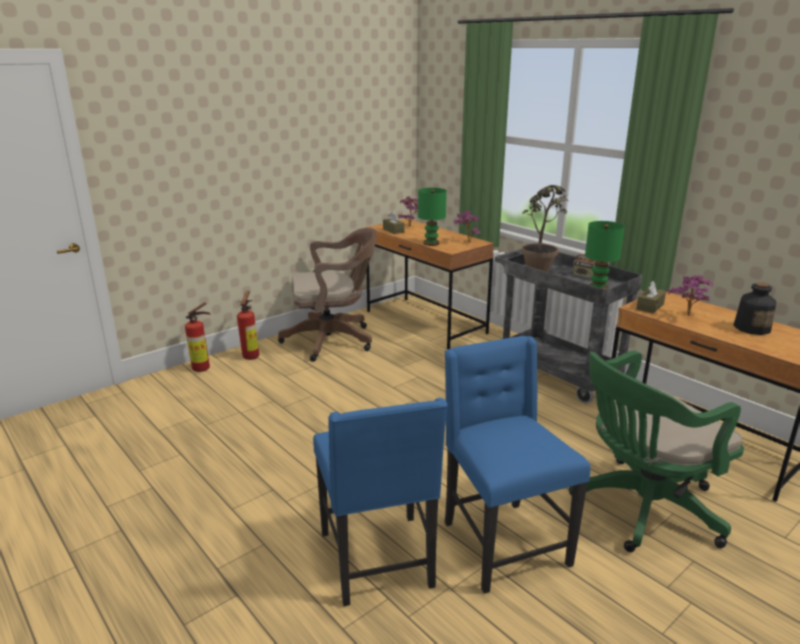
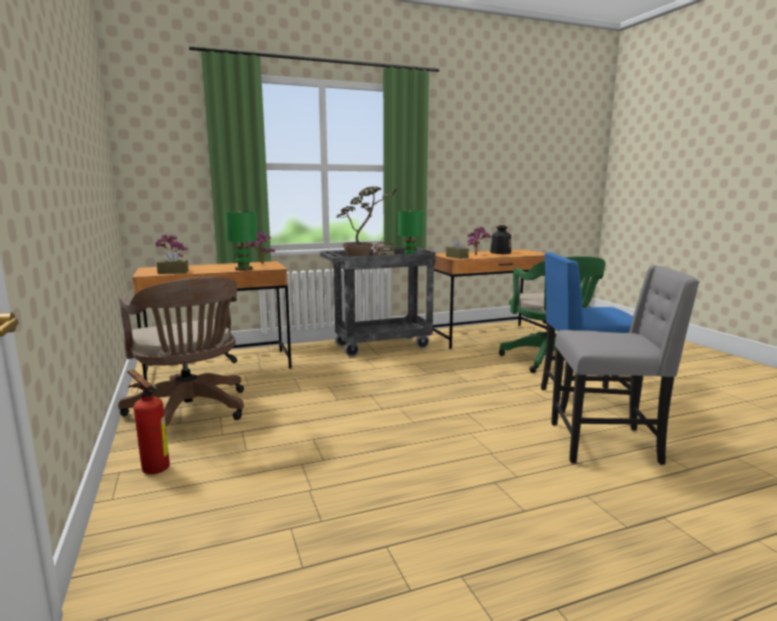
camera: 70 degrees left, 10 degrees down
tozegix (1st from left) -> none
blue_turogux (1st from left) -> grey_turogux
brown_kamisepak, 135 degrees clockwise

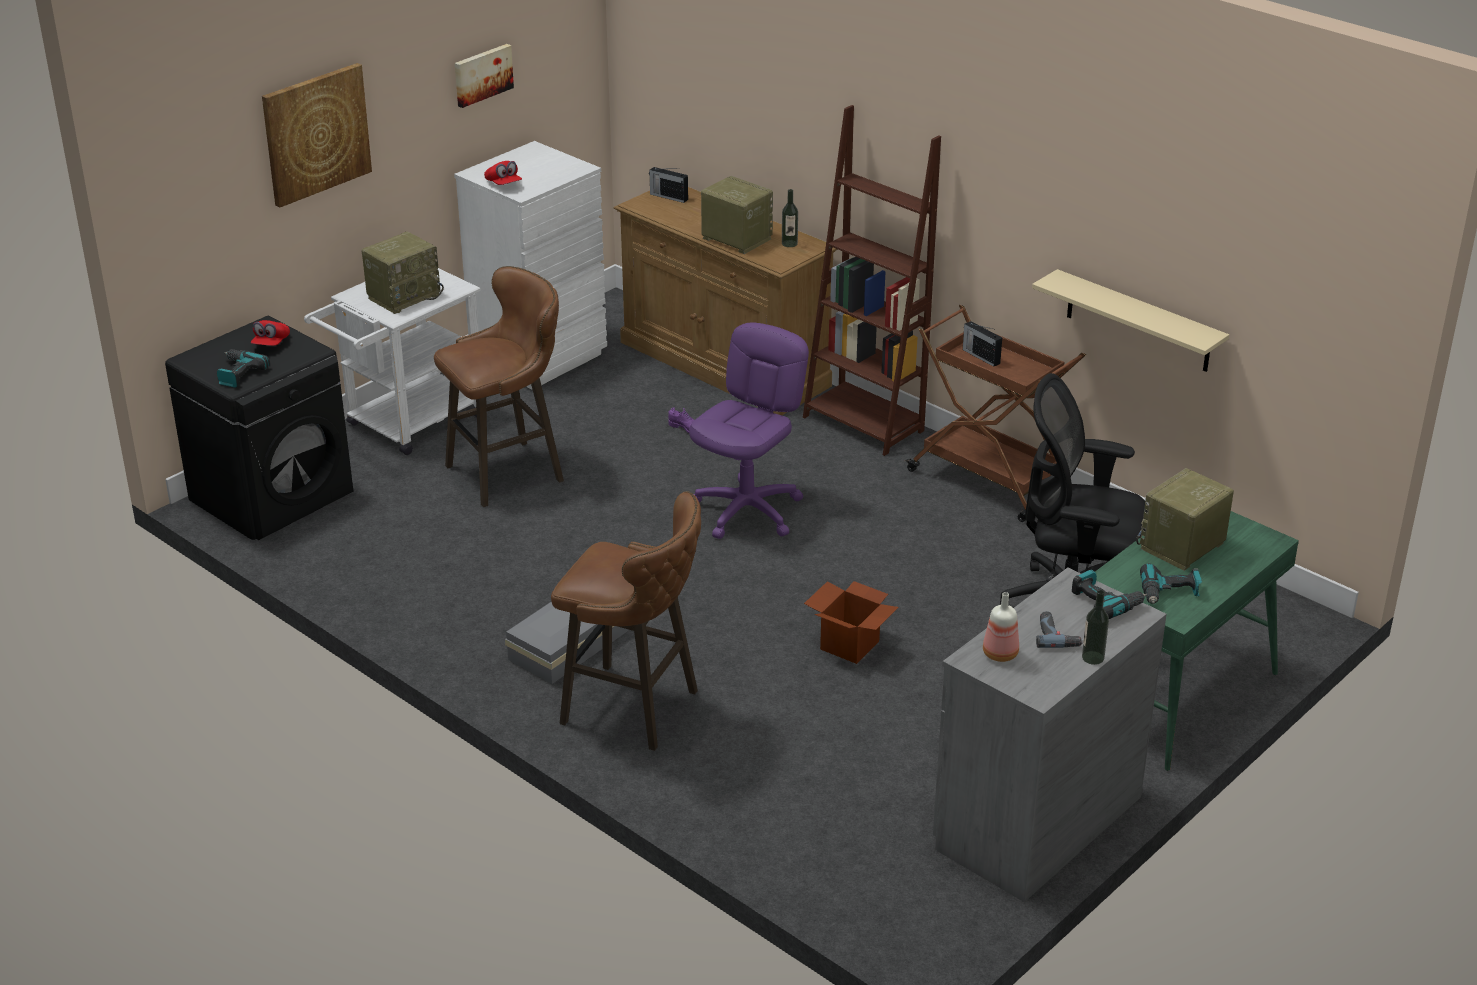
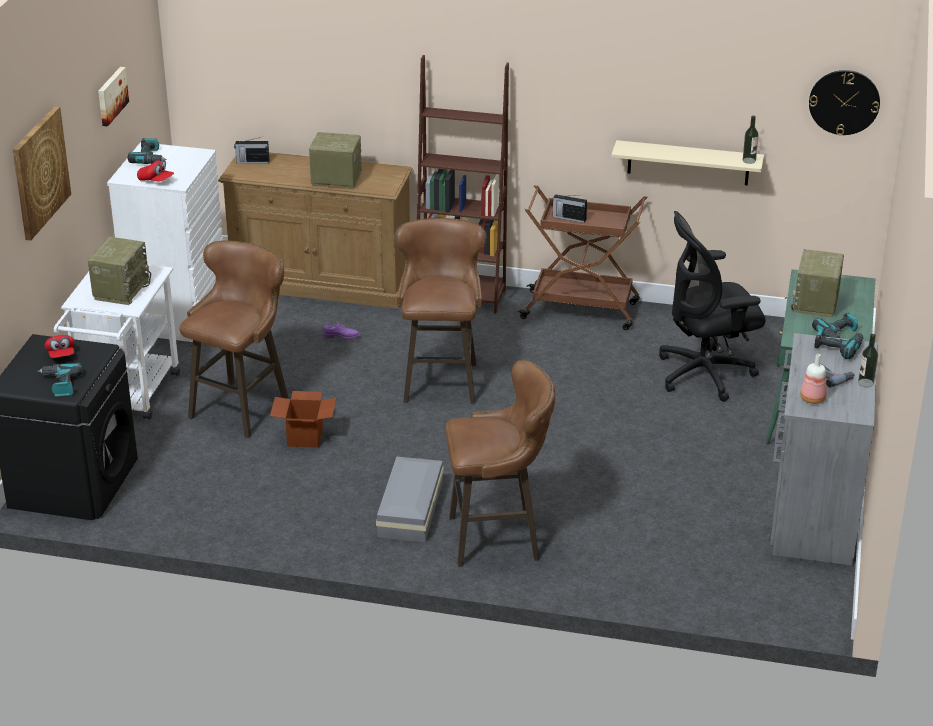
camera: 30 degrees left, 0 degrees up
none -> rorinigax (2nd from left)
none -> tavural
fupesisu (1st from left), moved
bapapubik, moved
purple_kamisepak -> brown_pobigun (2nd from left)

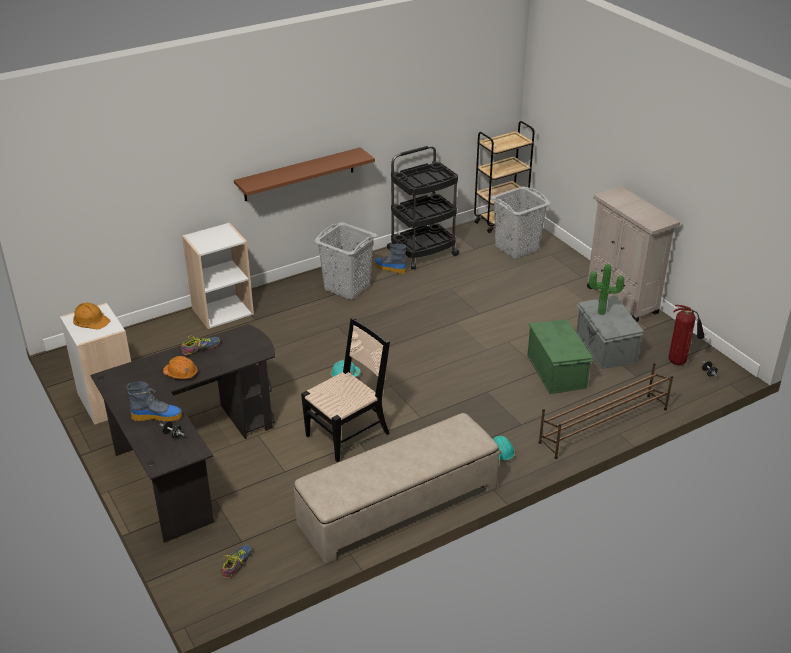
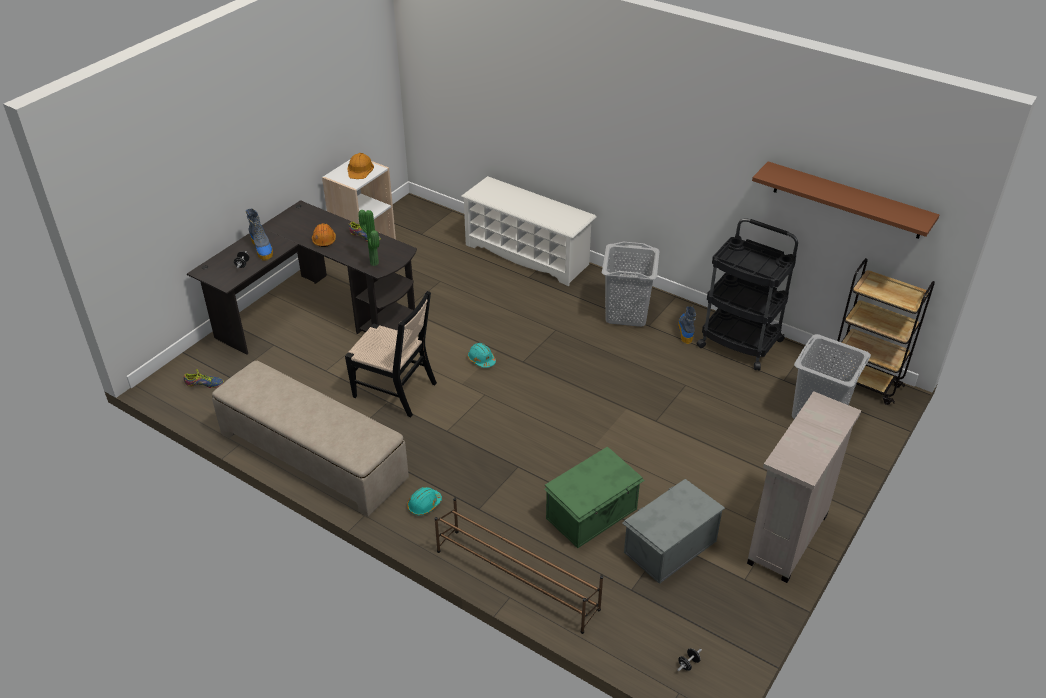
camera: 65 degrees right, 5 degrees up
tozegix -> none
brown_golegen, moved
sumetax, moved
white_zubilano (2nd from left) -> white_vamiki

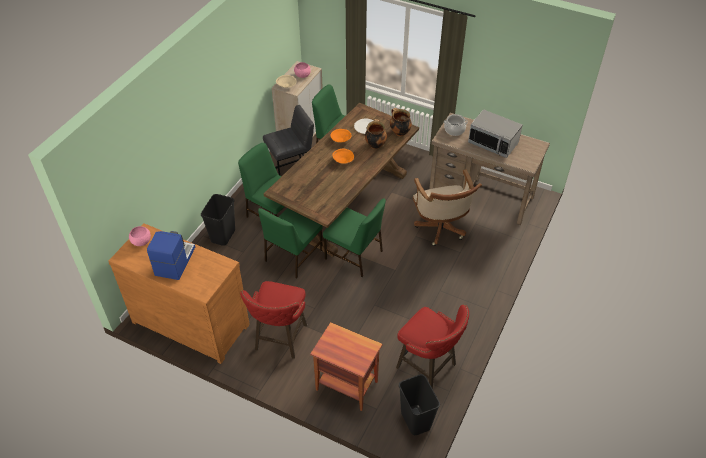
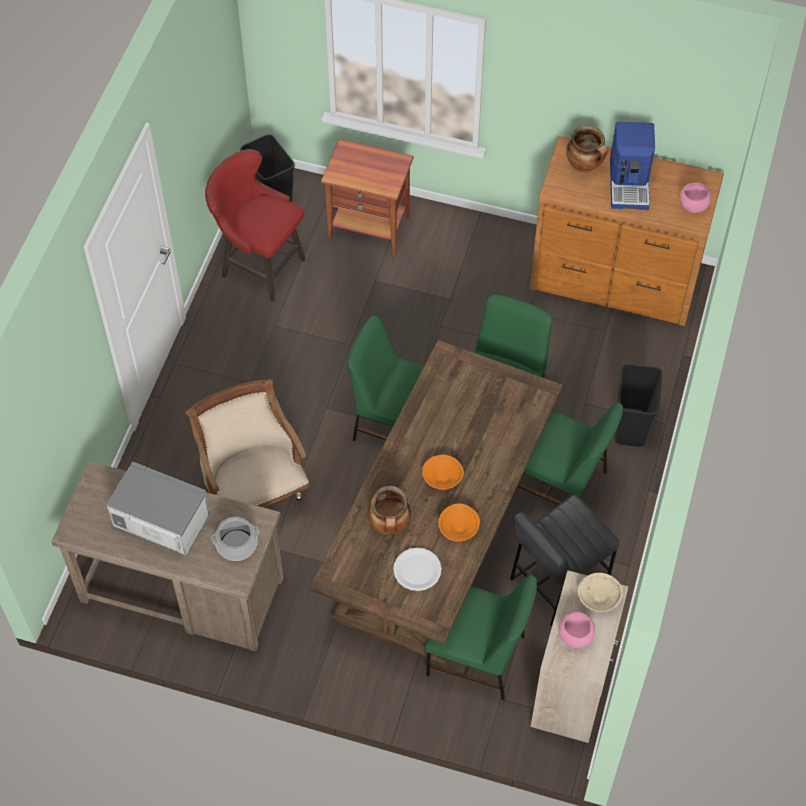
camera: 170 degrees right, 10 degrees up
red_pobigun (1st from left) -> none
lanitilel (2nd from left in the first image) -> lanitilel (3rd from left), moved

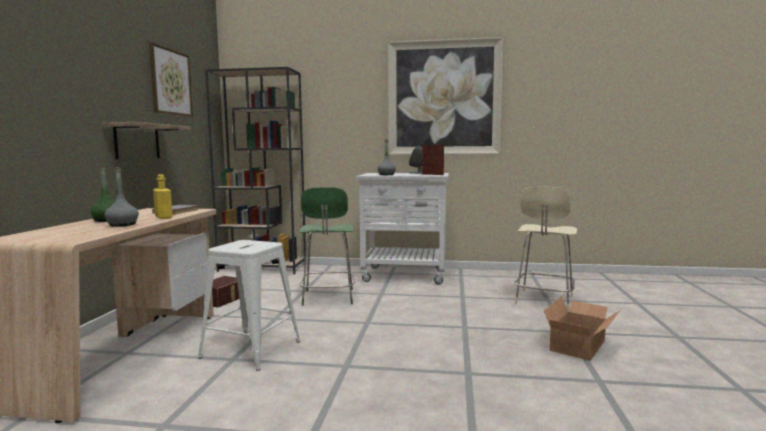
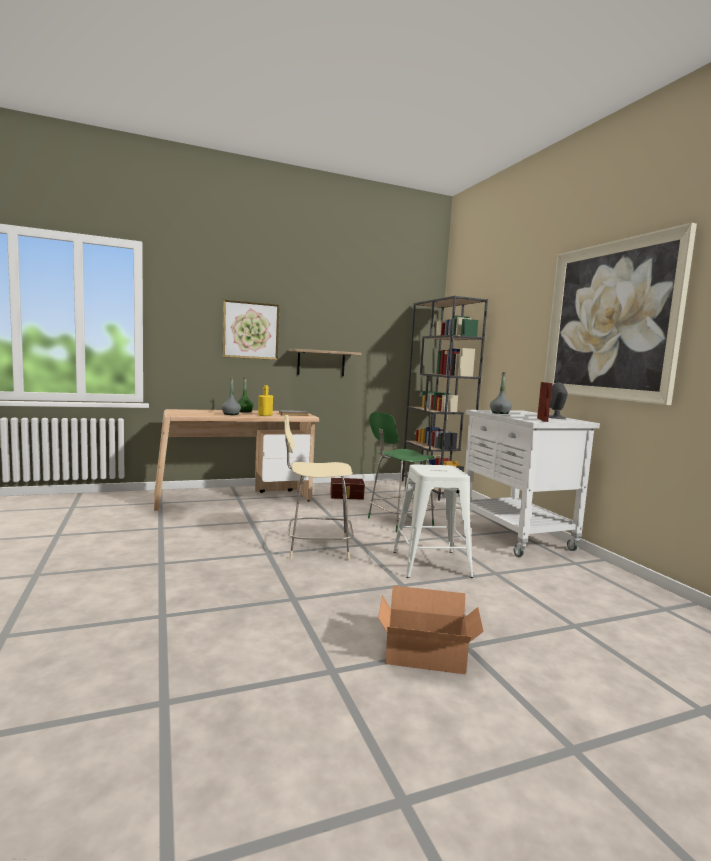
camera: 60 degrees right, 0 degrees up
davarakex (1st from left), moved
white_pobigun, moved
beige_turogux, moved

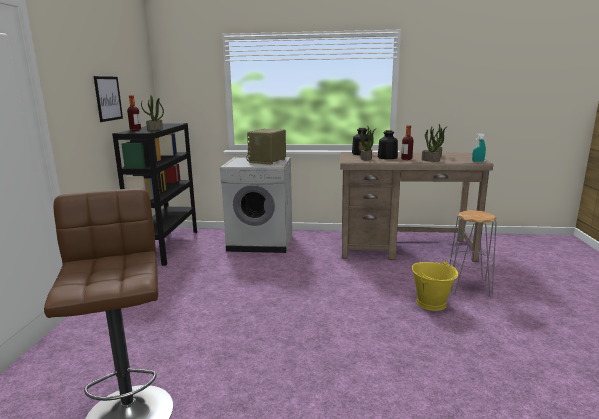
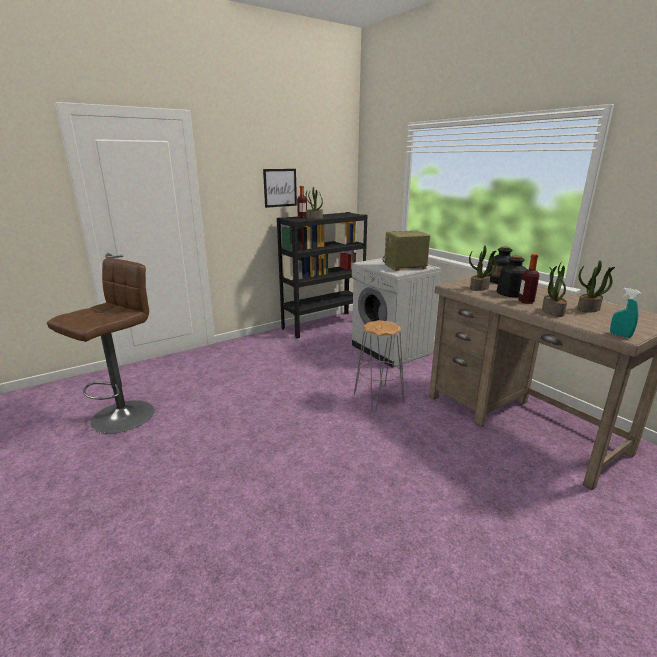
camera: 50 degrees right, 5 degrees up
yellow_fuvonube -> none
grey_pobigun, moved

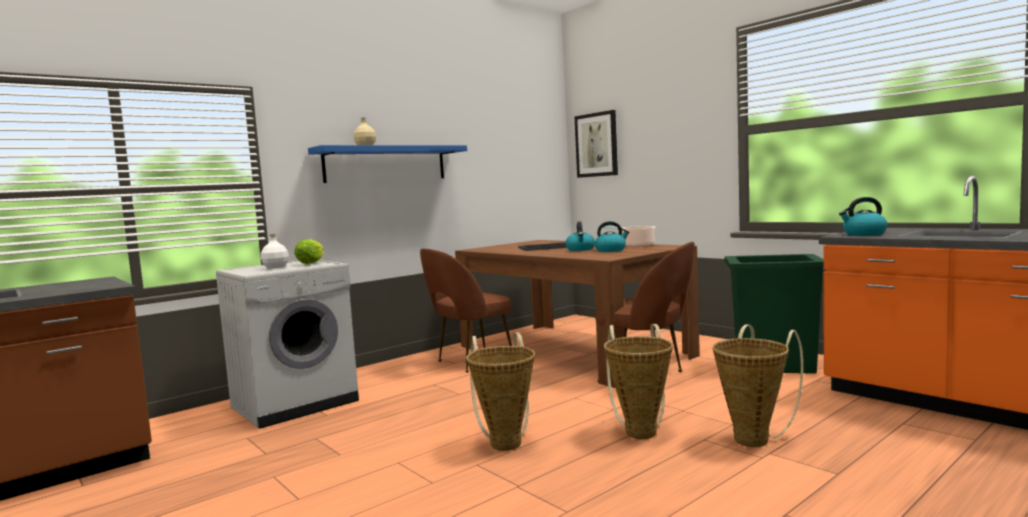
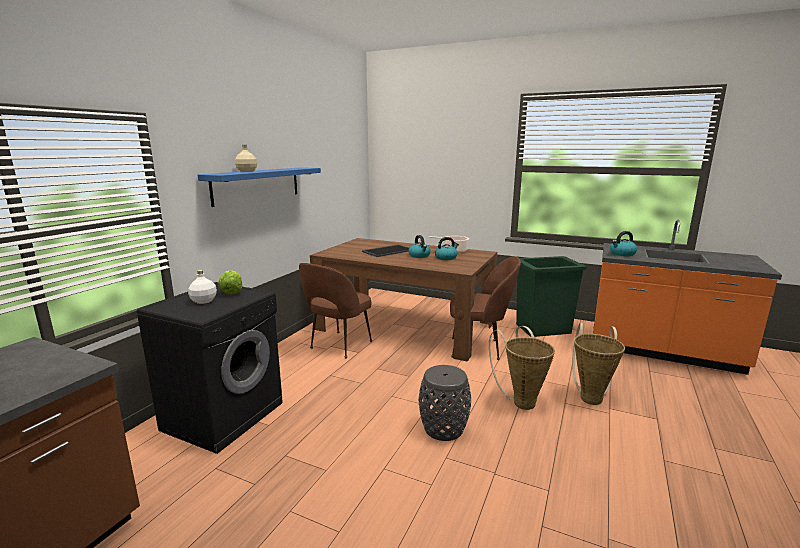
camera: 25 degrees left, 10 degrees up
davarakex -> none
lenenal (1st from left) -> grey_pobigun
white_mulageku -> black_mulageku

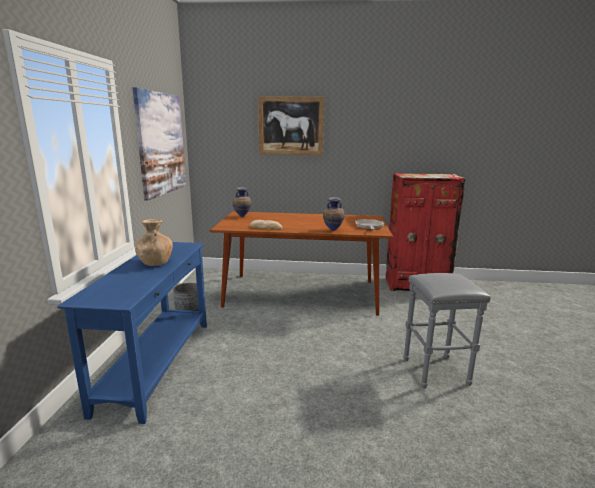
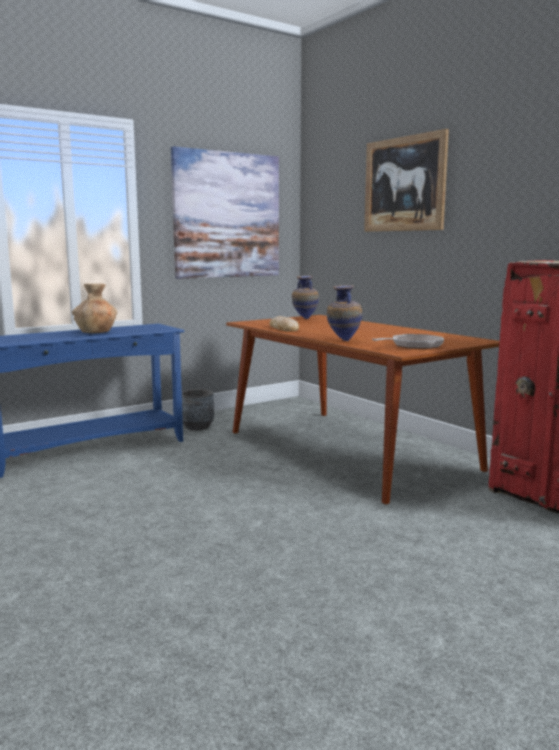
camera: 50 degrees right, 5 degrees down
grey_pobigun -> none

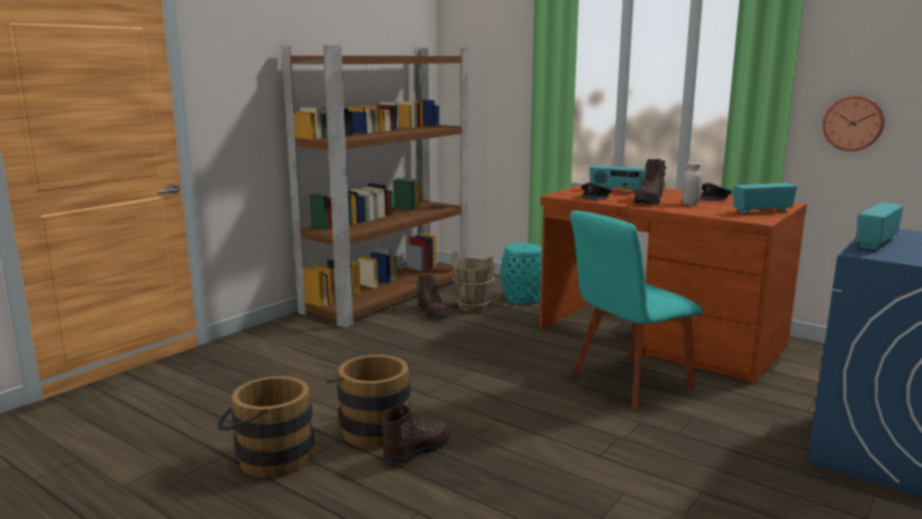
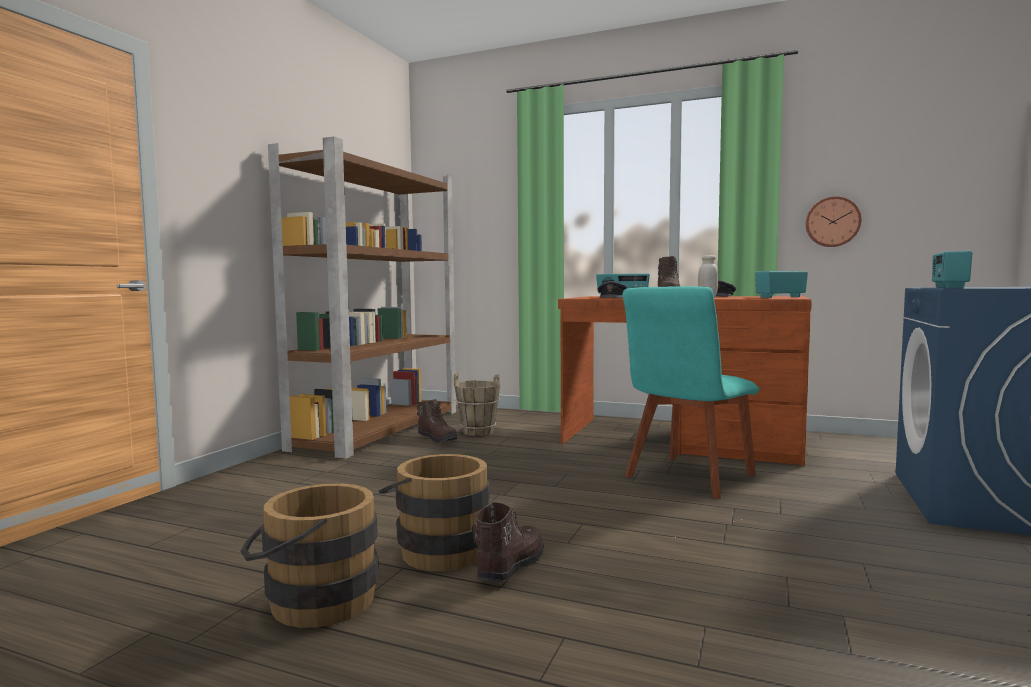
camera: 15 degrees left, 10 degrees down
turquoise_pobigun -> none

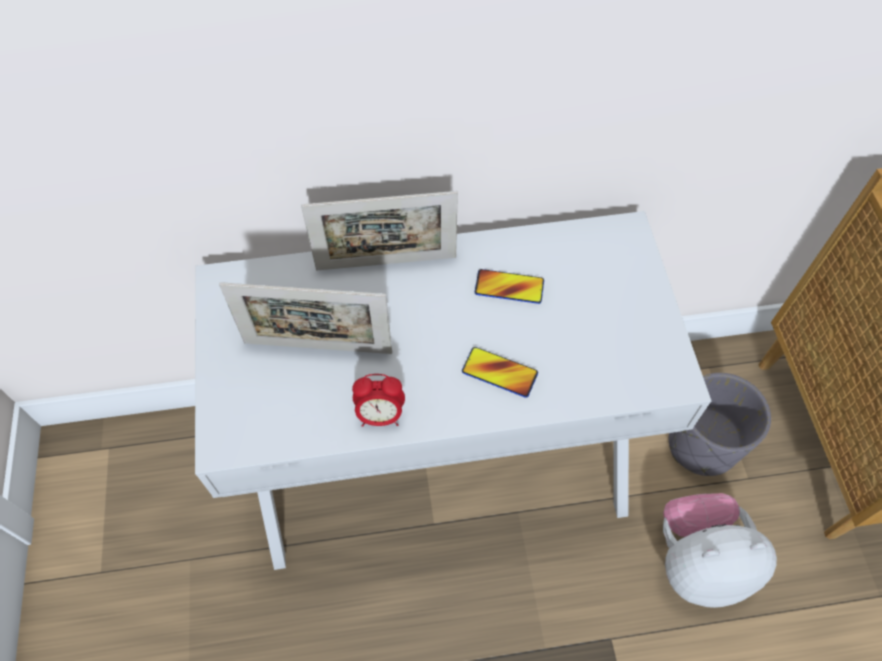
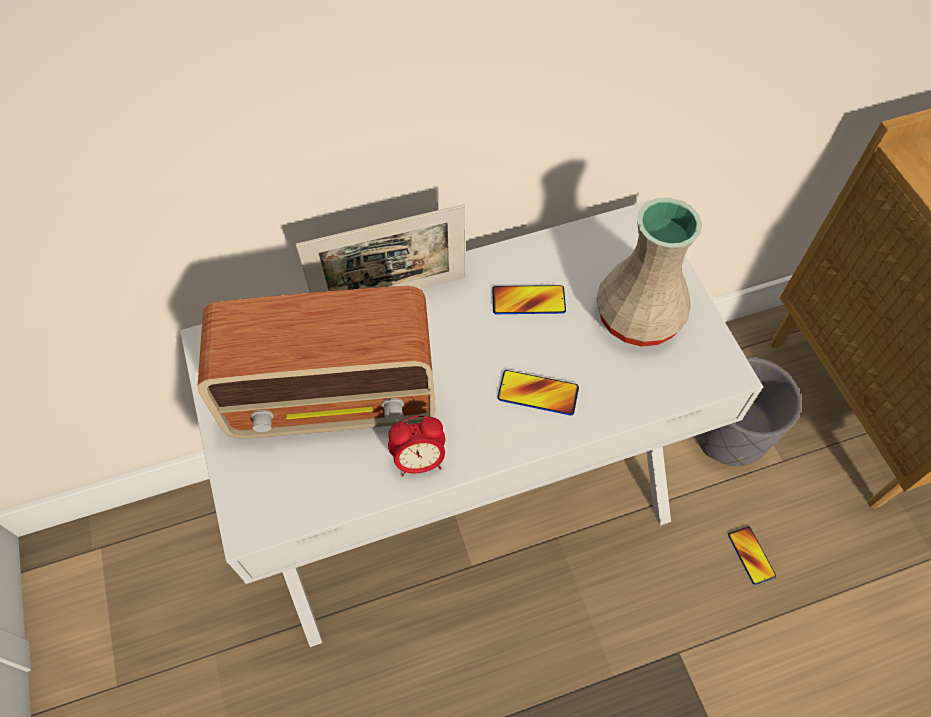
camera: 10 degrees left, 0 degrees up
none -> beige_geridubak
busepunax (1st from left) -> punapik
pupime -> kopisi (3rd from left)

